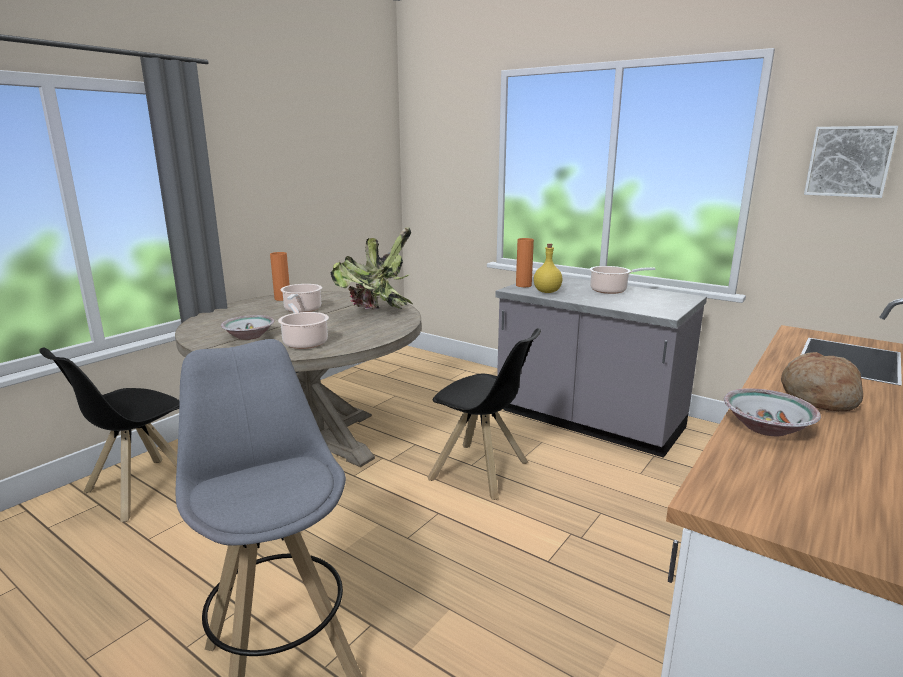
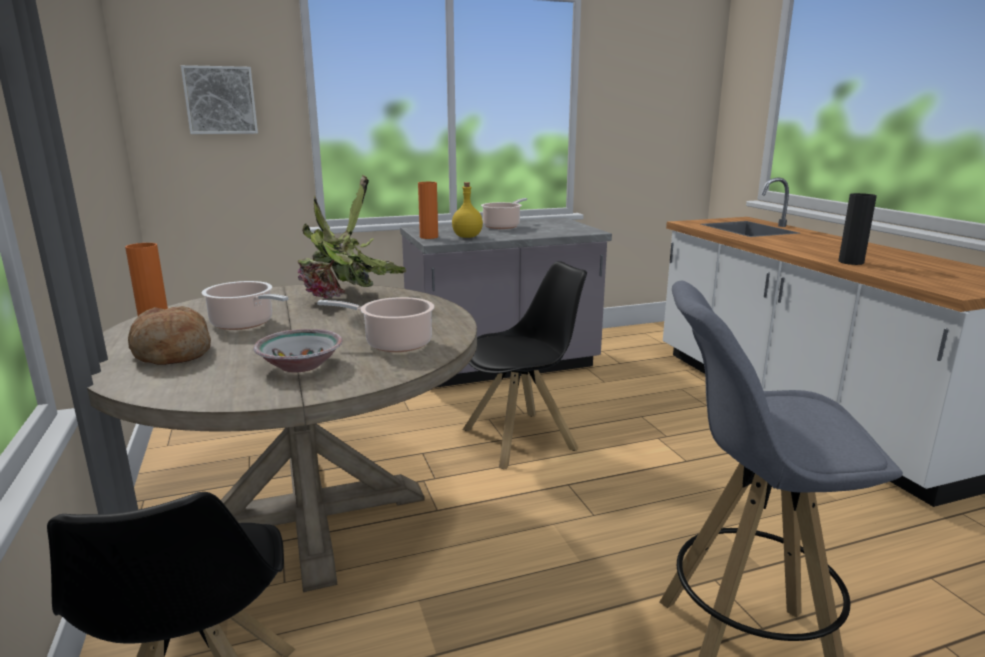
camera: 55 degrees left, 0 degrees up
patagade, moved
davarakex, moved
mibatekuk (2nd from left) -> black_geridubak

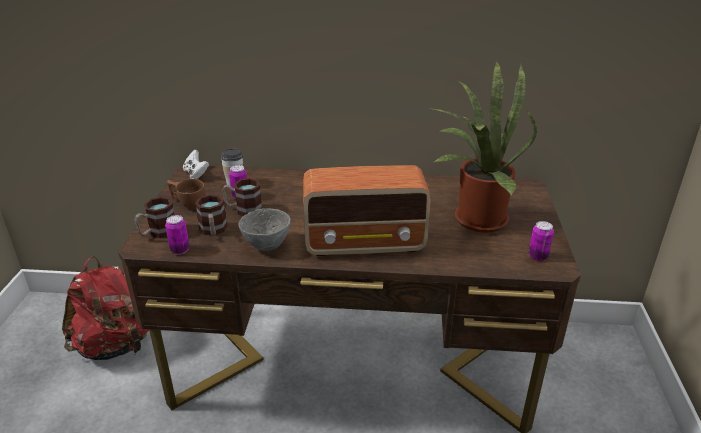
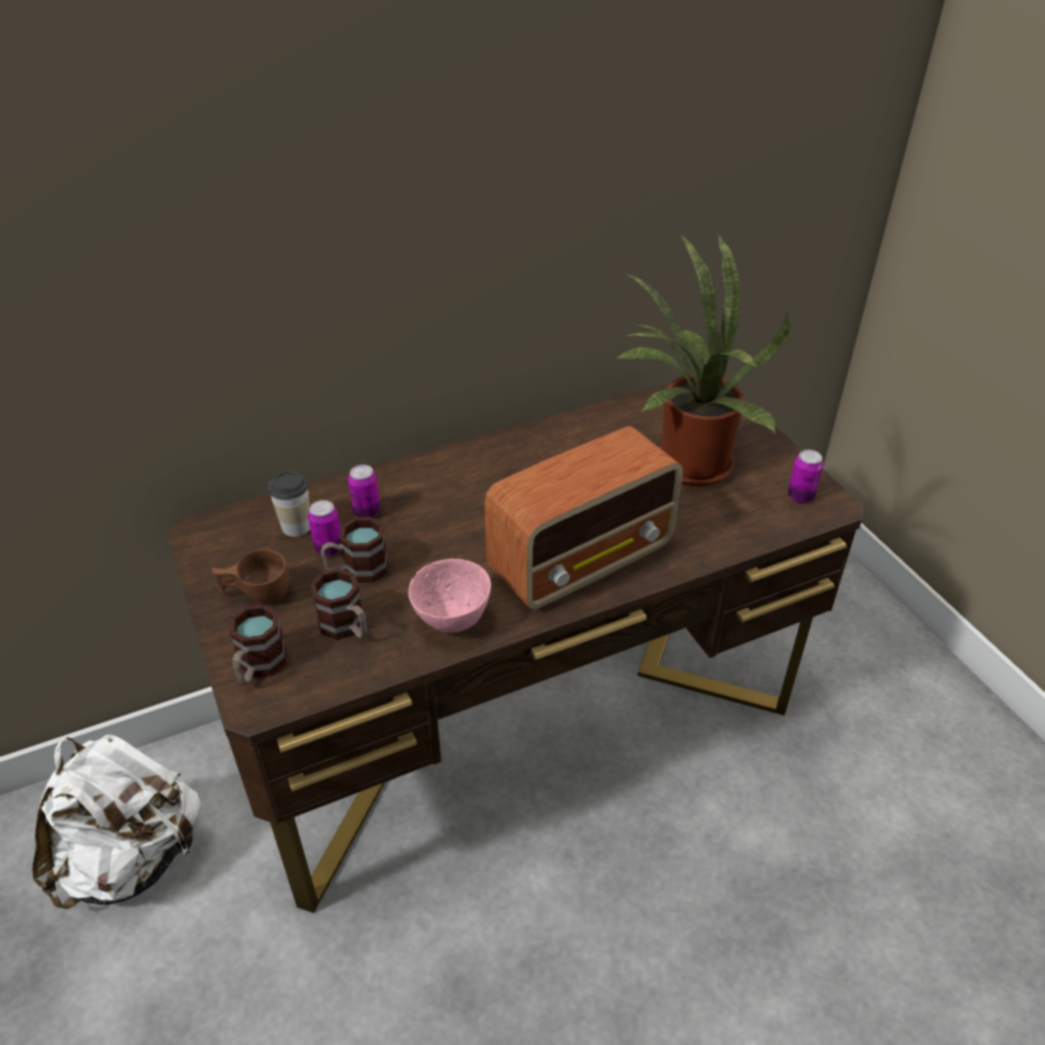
camera: 30 degrees left, 10 degrees up
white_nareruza -> none
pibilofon (1st from left in the first image) -> pibilofon (2nd from left), moved
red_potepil -> white_potepil
grey_mibatekuk -> pink_mibatekuk

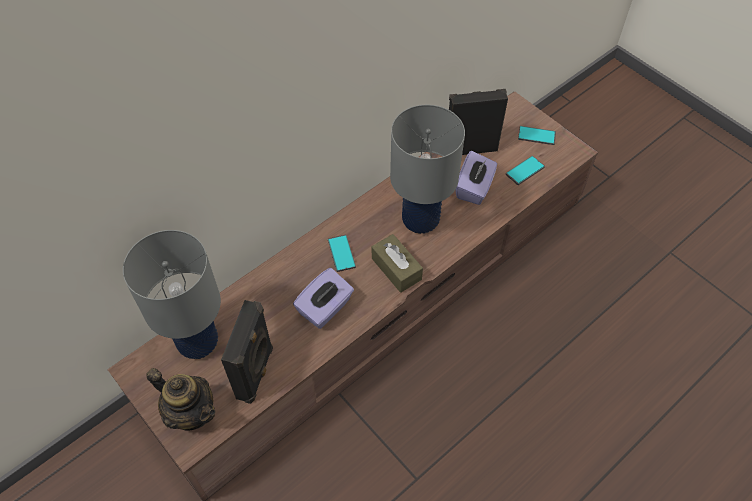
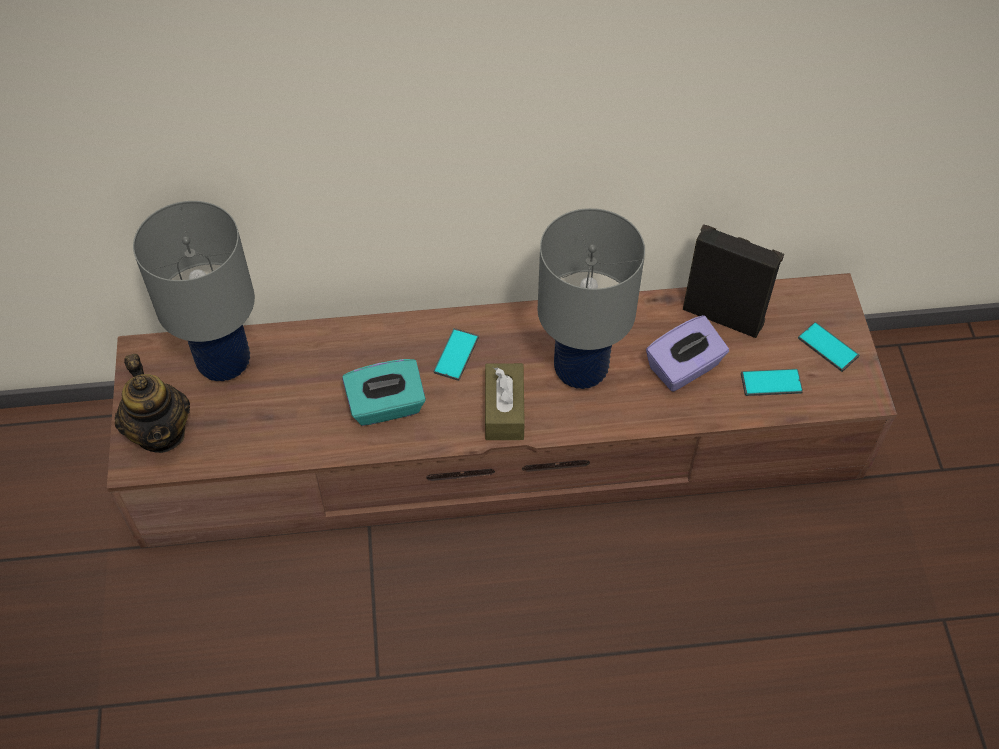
camera: 35 degrees right, 0 degrees up
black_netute (1st from left) -> none
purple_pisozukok (1st from left) -> turquoise_pisozukok

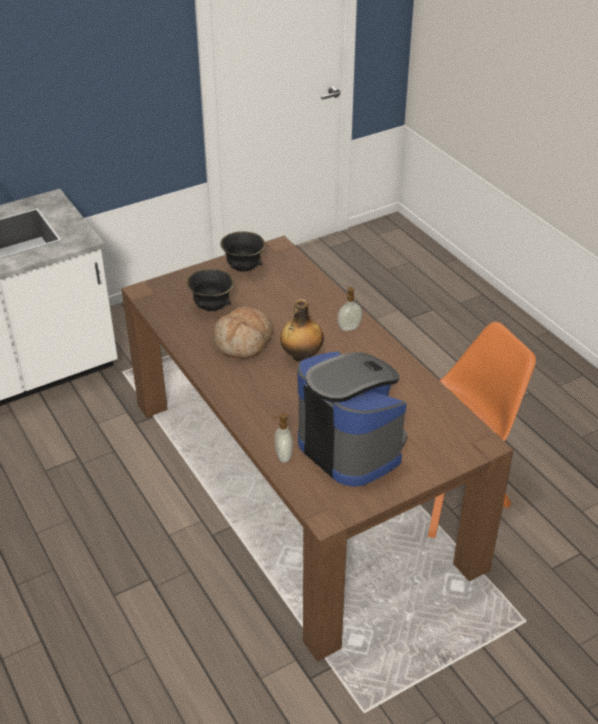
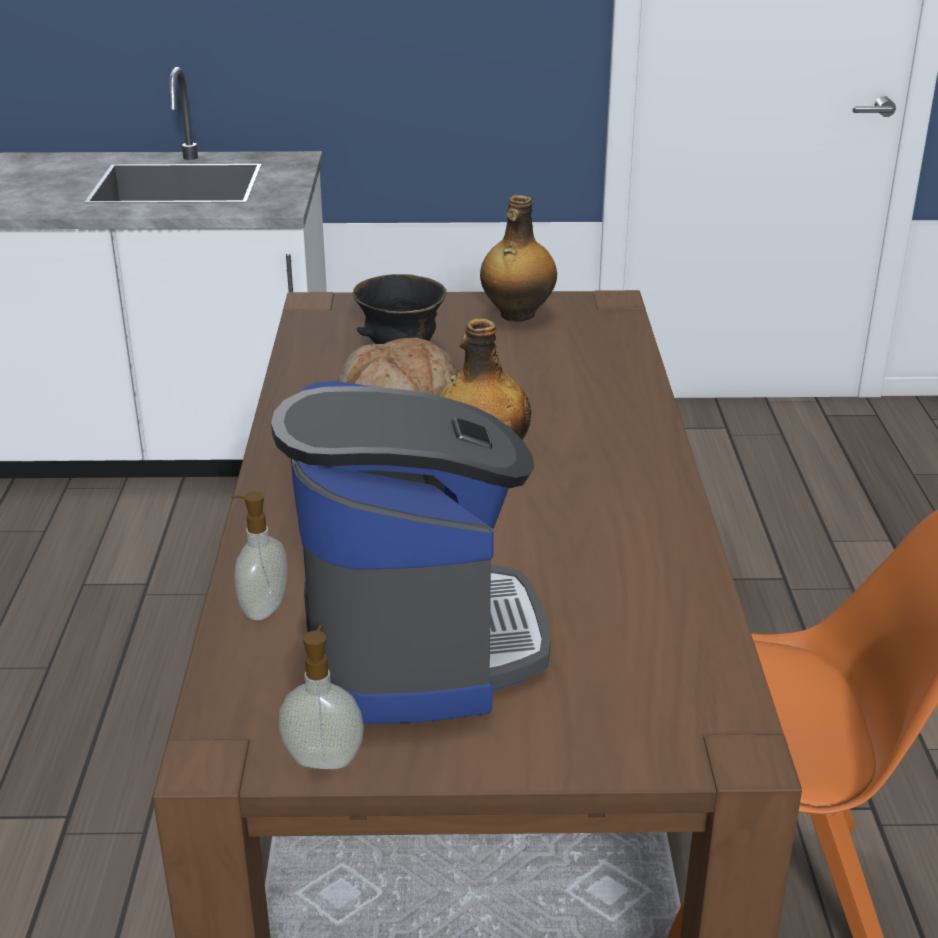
camera: 30 degrees right, 10 degrees down
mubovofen (2nd from left), moved
black_mibatekuk (2nd from left) -> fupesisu (2nd from left)

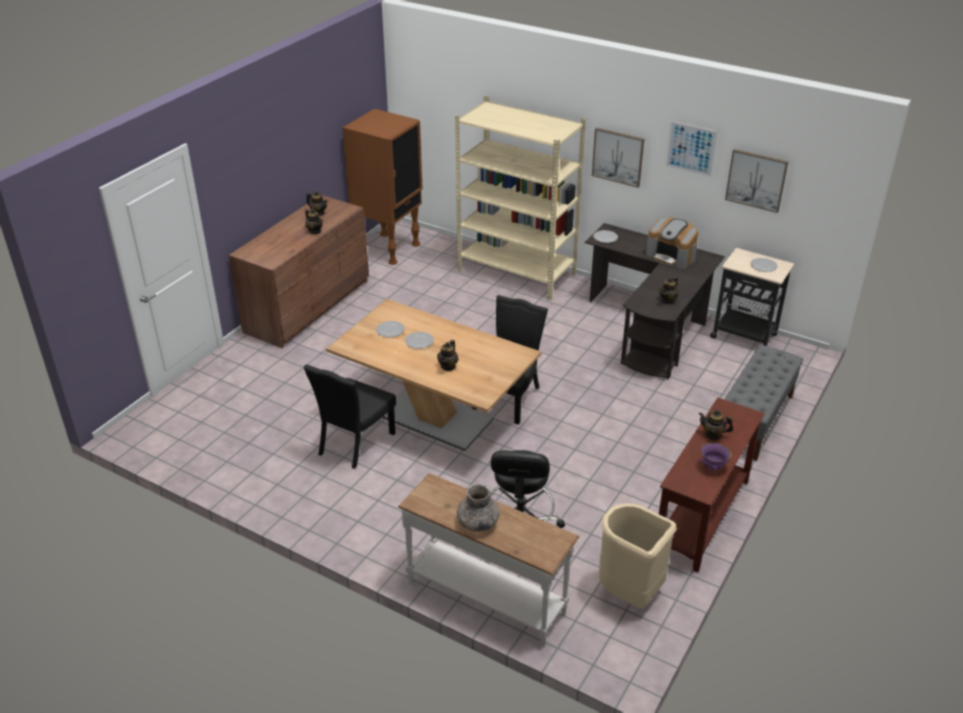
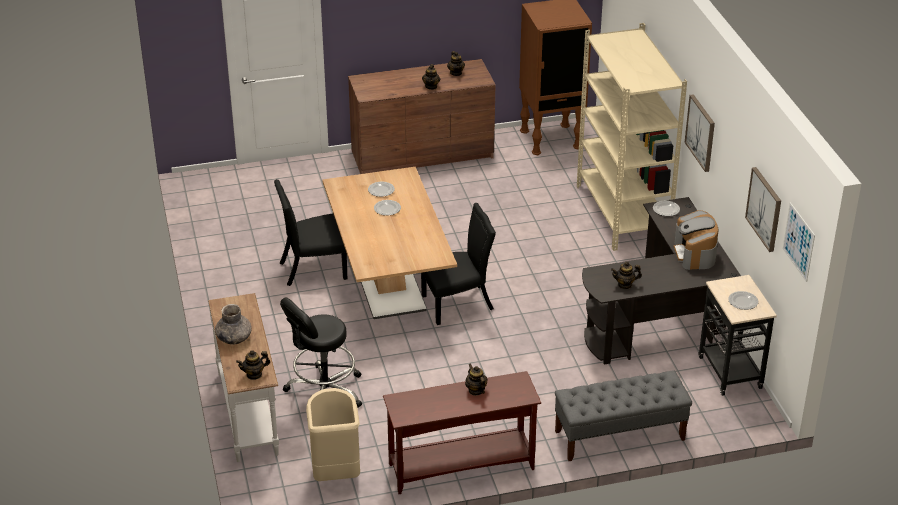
camera: 45 degrees right, 0 degrees up
purple_mibatekuk -> none
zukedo (3rd from left in the first image) -> zukedo (1st from left), moved
davarakex (2nd from left in the first image) -> davarakex (3rd from left), moved

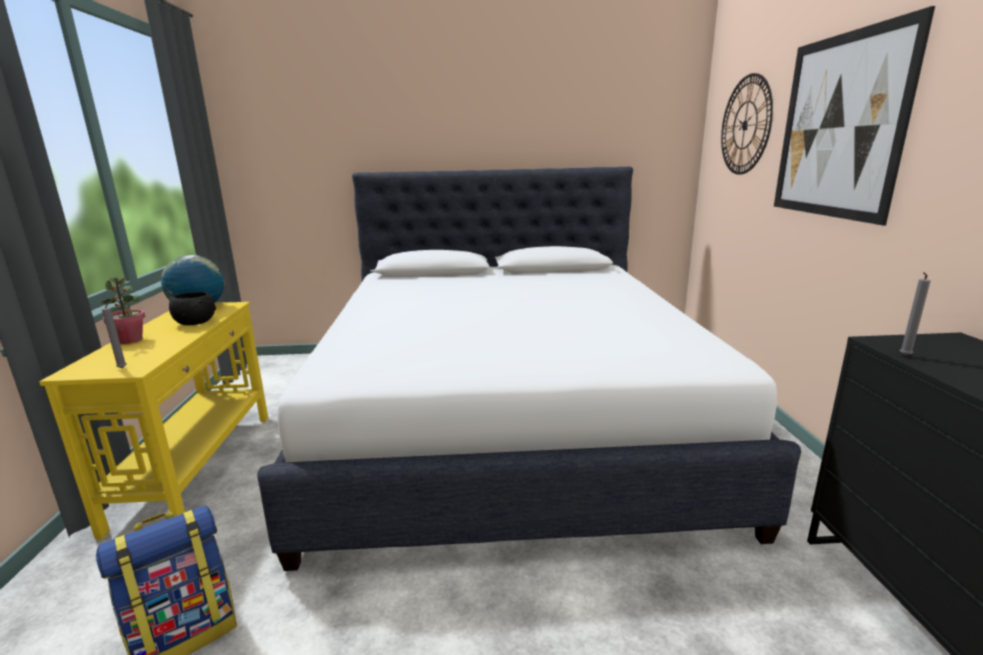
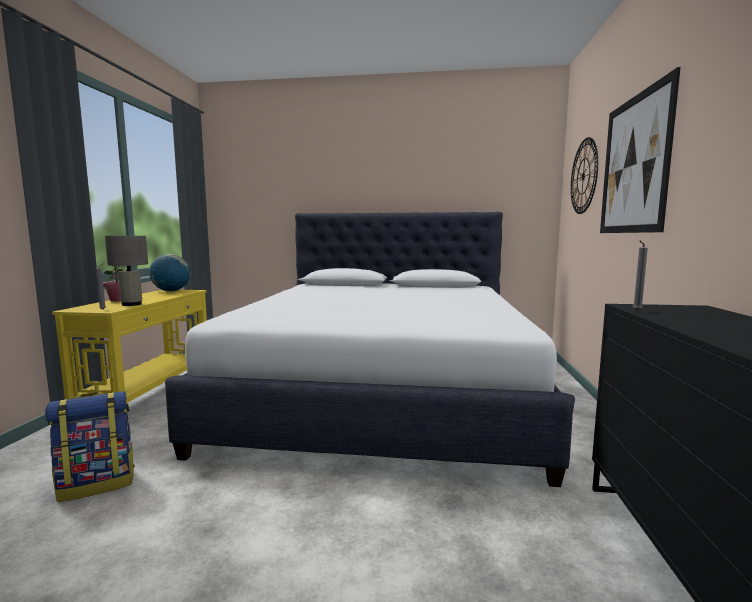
camera: 10 degrees right, 10 degrees down
black_mibatekuk -> none
none -> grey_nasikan

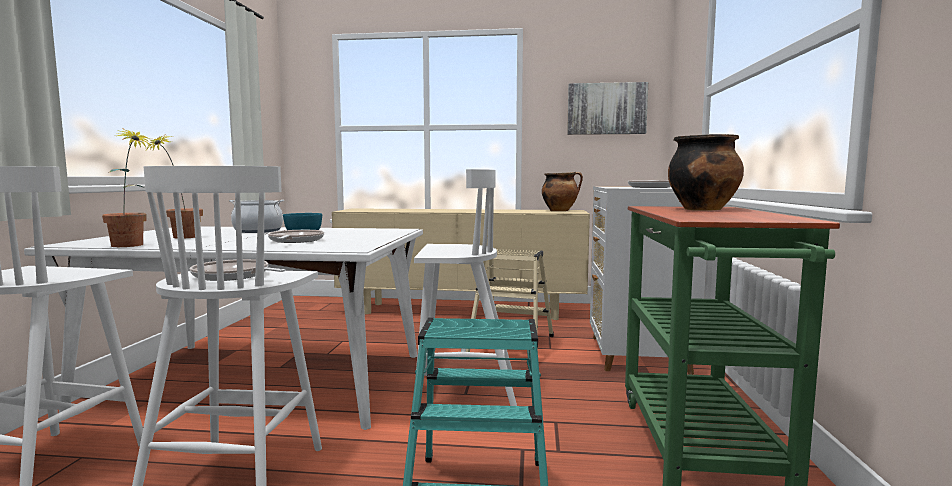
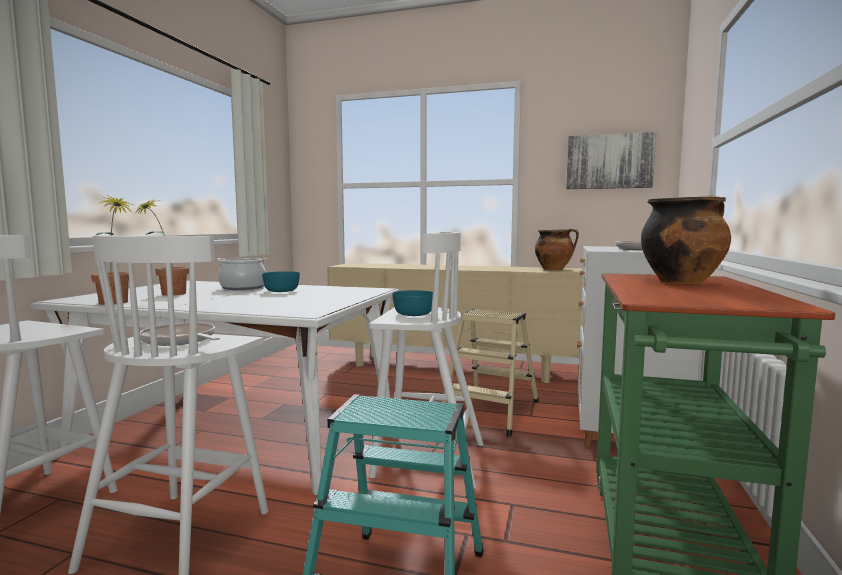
camera: 10 degrees right, 0 degrees up
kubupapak (2nd from left) -> none
none -> turquoise_mibatekuk (2nd from left)

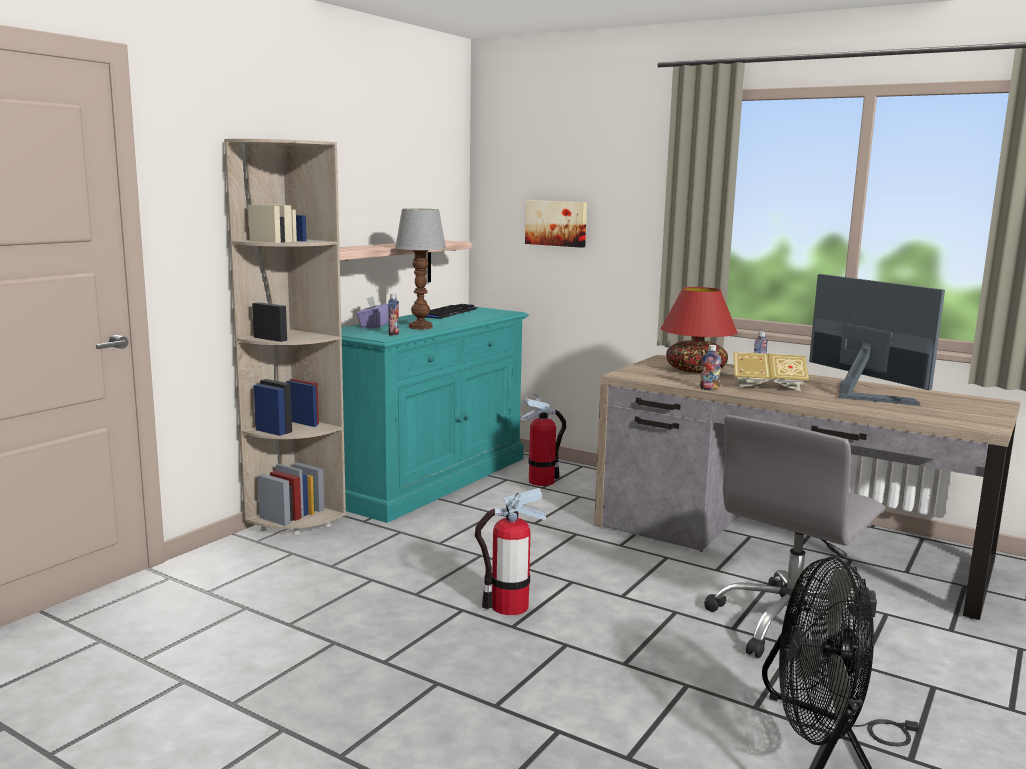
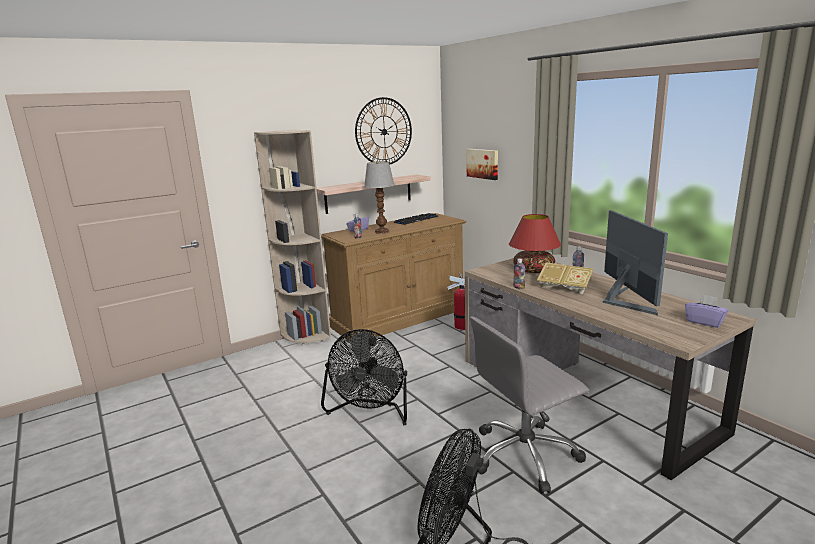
camera: 25 degrees right, 5 degrees up
none -> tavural
none -> purple_pisozukok (2nd from left)
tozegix (1st from left) -> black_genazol (1st from left)
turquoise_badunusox -> brown_badunusox

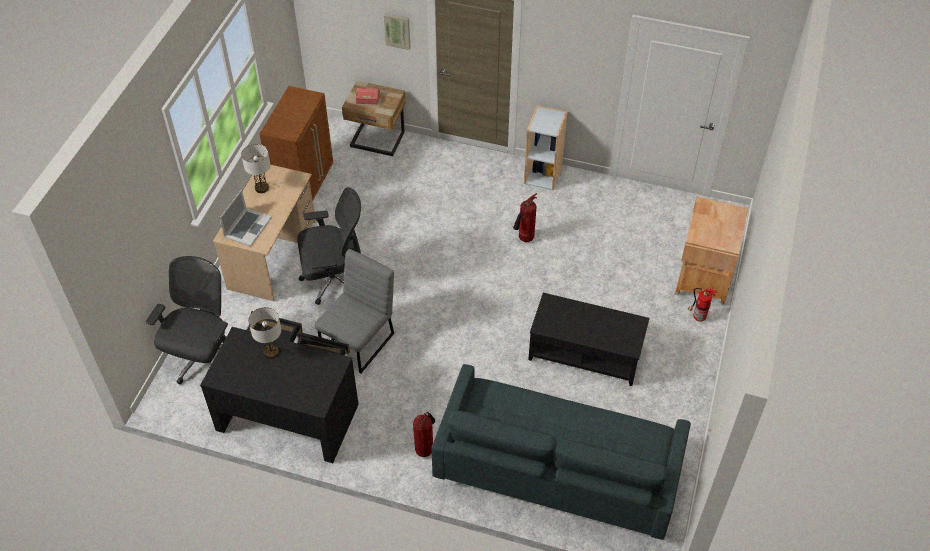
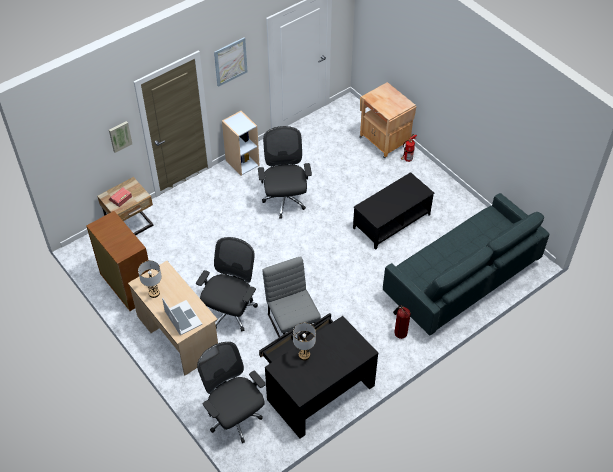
camera: 55 degrees left, 0 degrees up
none -> davarakex (2nd from left)
tozegix (2nd from left) -> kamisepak (3rd from left)

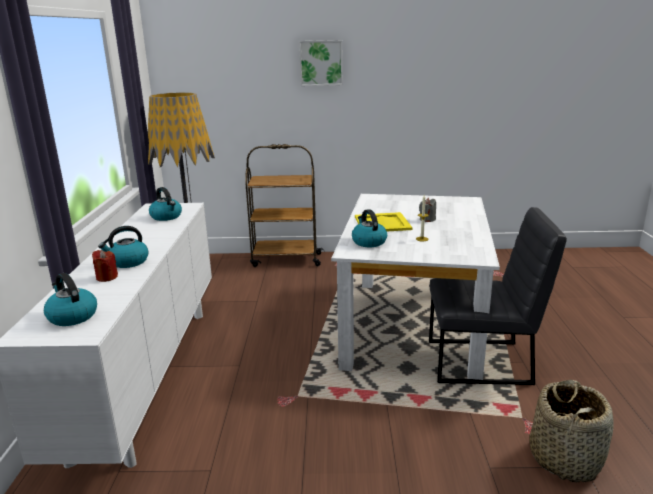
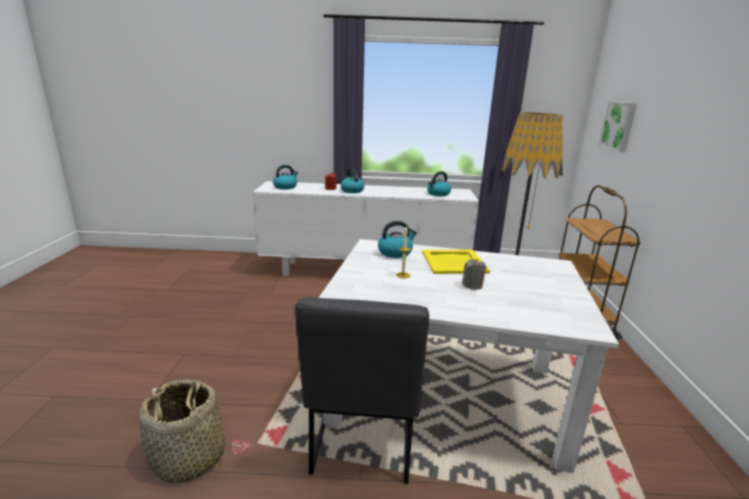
camera: 90 degrees right, 0 degrees up
davarakex, moved

